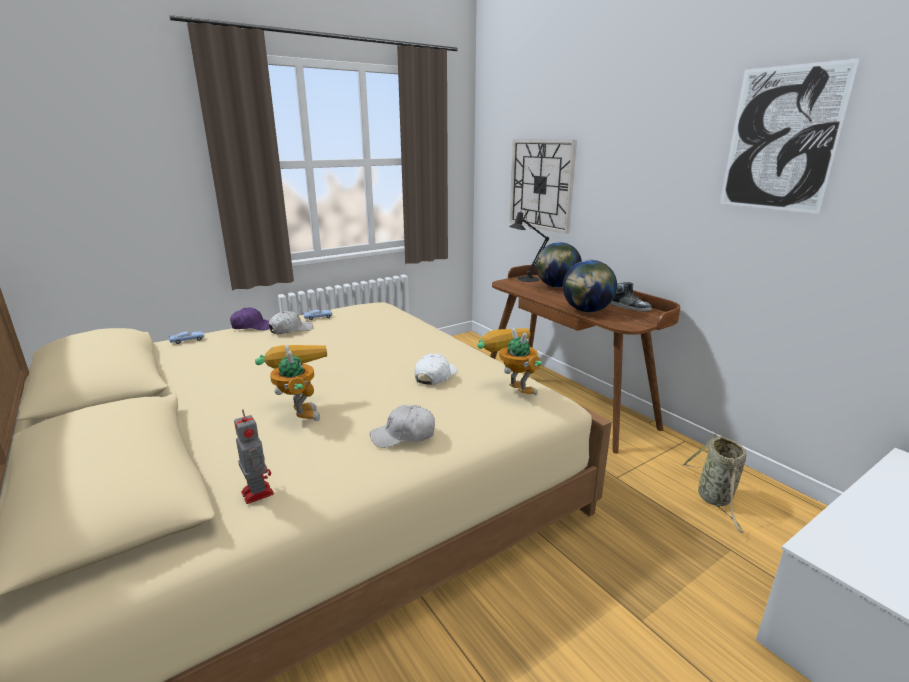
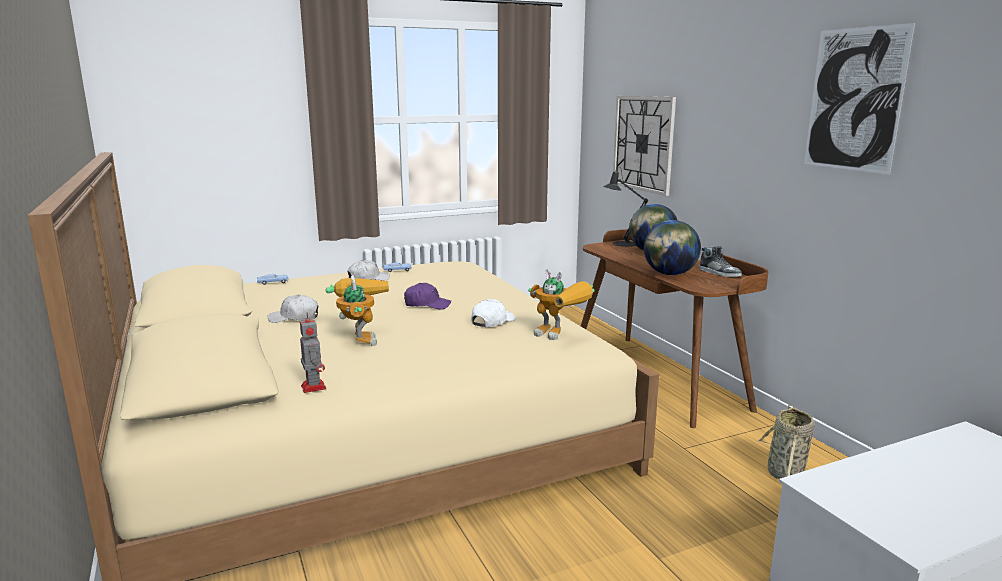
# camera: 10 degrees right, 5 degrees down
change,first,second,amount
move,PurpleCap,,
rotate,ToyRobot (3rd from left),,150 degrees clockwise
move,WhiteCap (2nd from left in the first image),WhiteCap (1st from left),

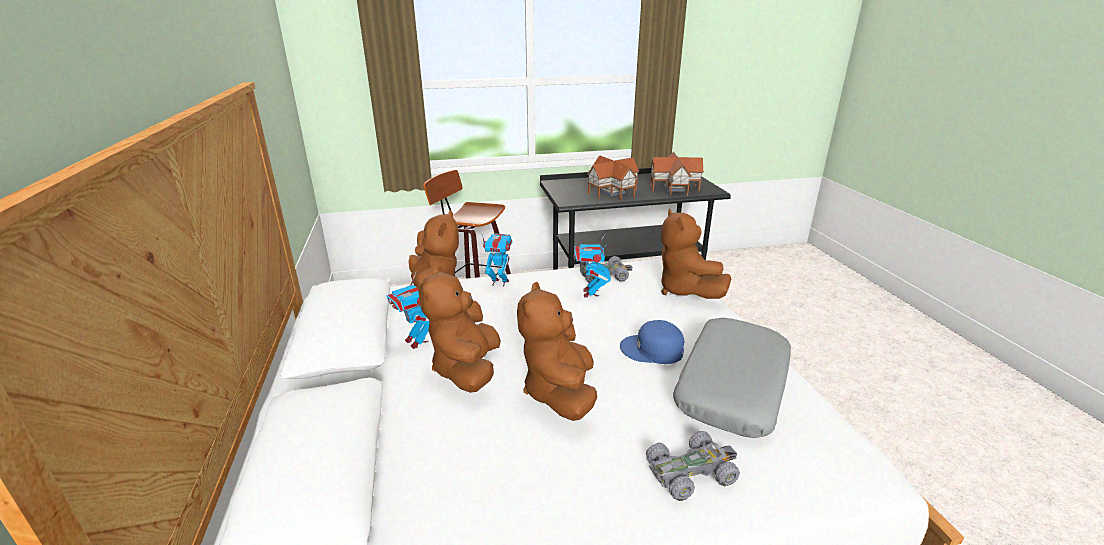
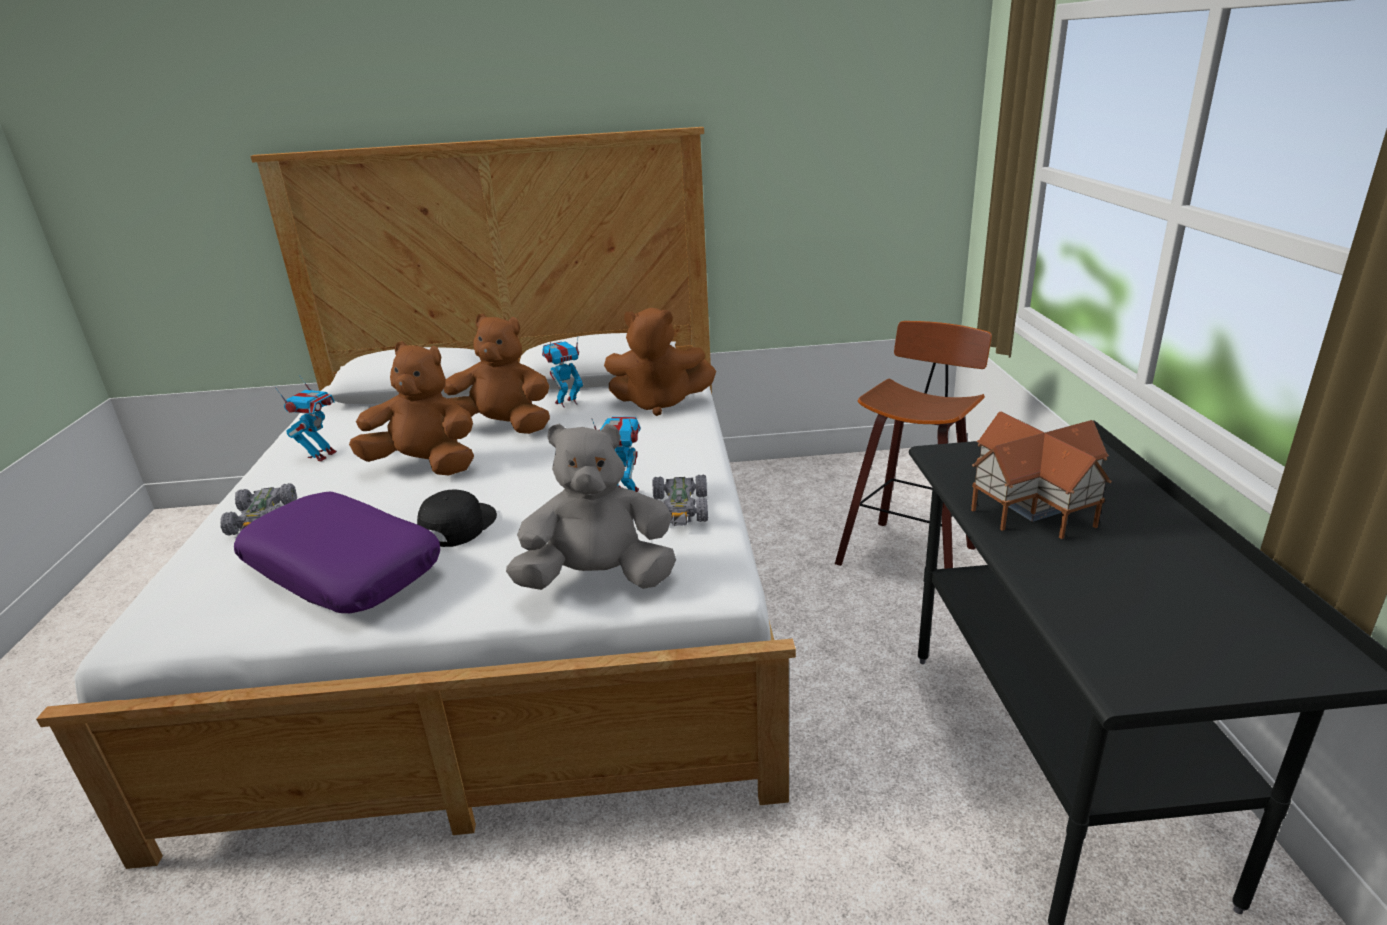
# camera: 100 degrees right, 0 degrees up
change,first,second,amount
delete,ToyHouse (2nd from left),,
recolor,BrownPlushToy (4th from left),GreyPlushToy,
move,ToyRobot (2nd from left in the first image),ToyRobot (1st from left),
recolor,GreyPillow,PurplePillow,
recolor,BlueCap,BlackCap,

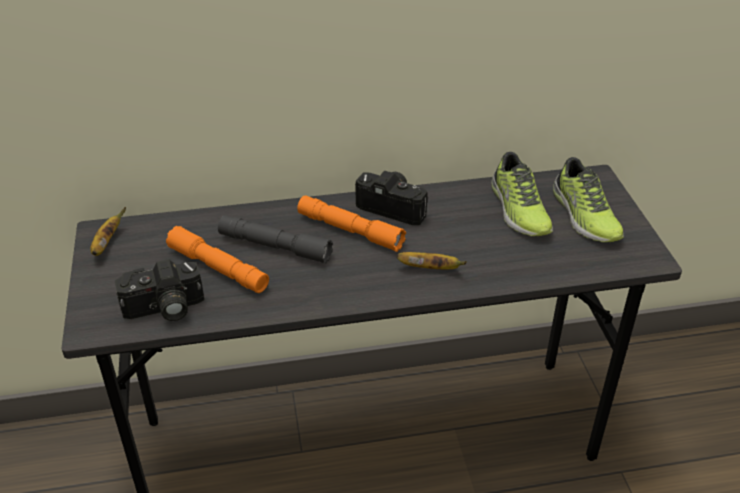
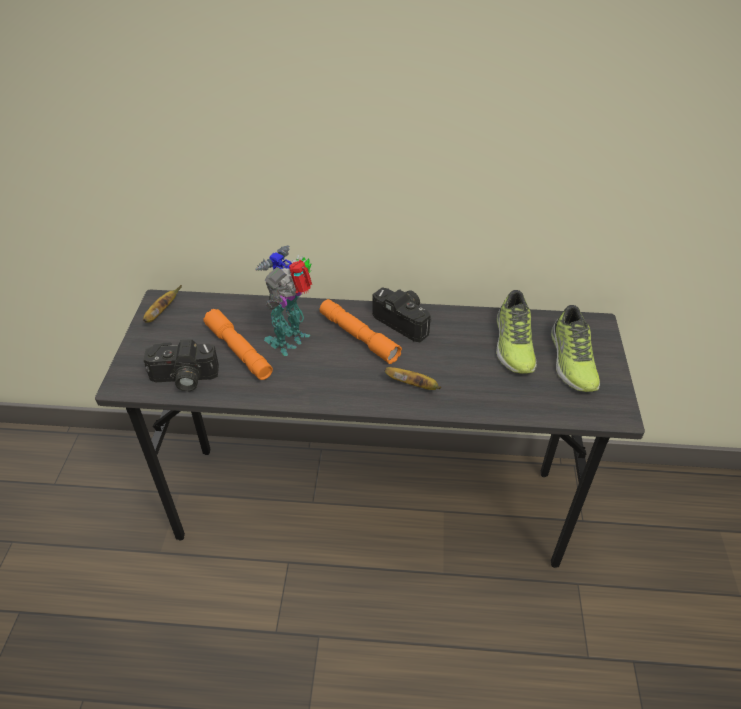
# camera: 15 degrees right, 5 degrees up
change,first,second,amount
replace,GreyFlashlight,ToyRobot,

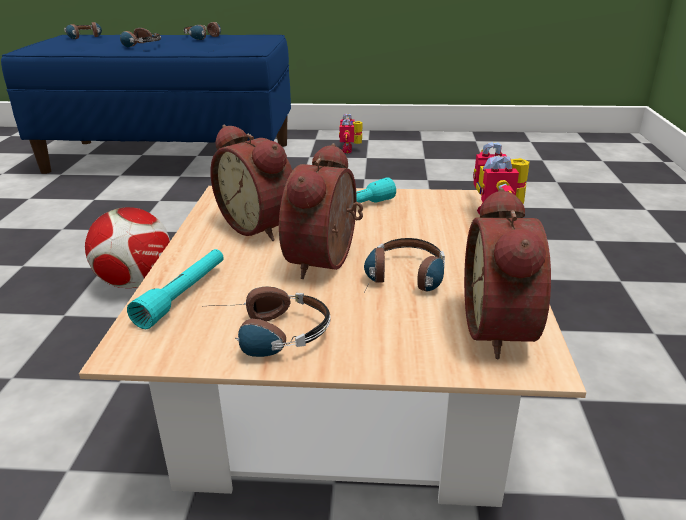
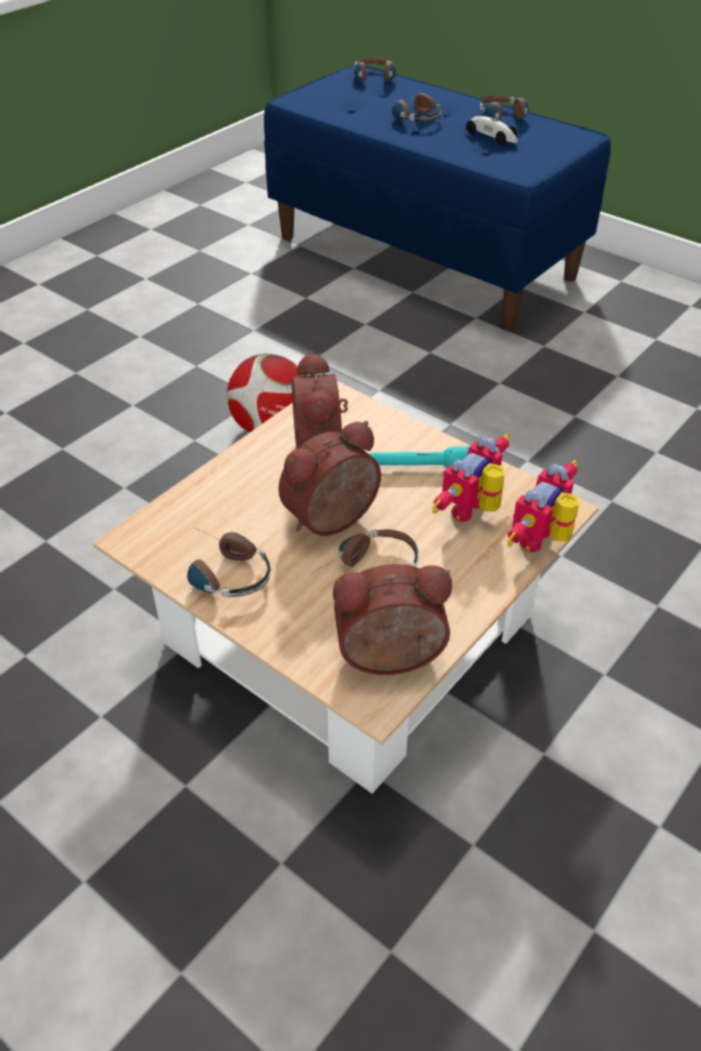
# camera: 35 degrees right, 15 degrees up
change,first,second,amount
move,ToyRobot (1st from left),,
rotate,AlarmClock (3rd from left),,45 degrees clockwise
delete,TurquoiseFlashlight (1st from left),,
insert,,ToyCar,

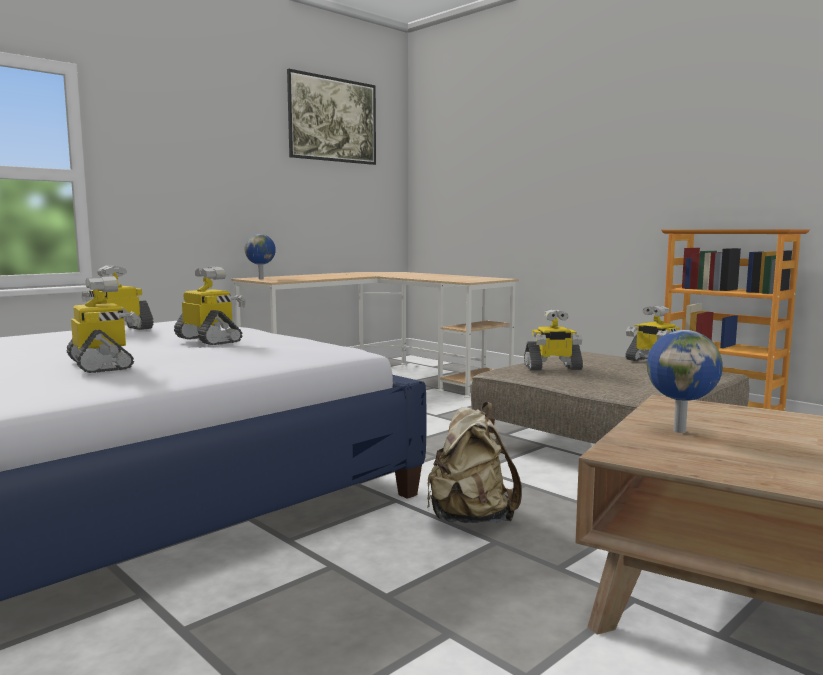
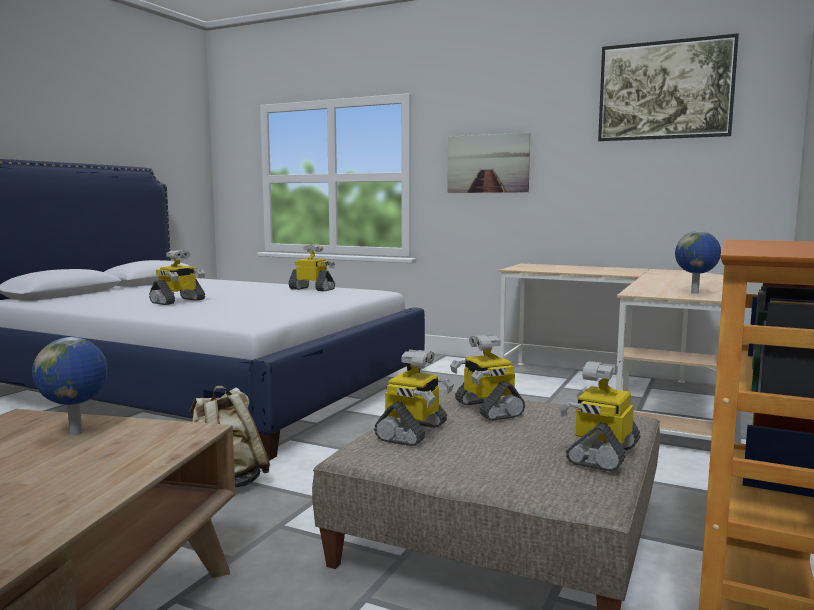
# camera: 70 degrees right, 0 degrees up
change,first,second,amount
move,Globe (1st from left in the first image),Globe (2nd from left),
move,ToyRobot (3rd from left),,
insert,,Picture (1st from left),

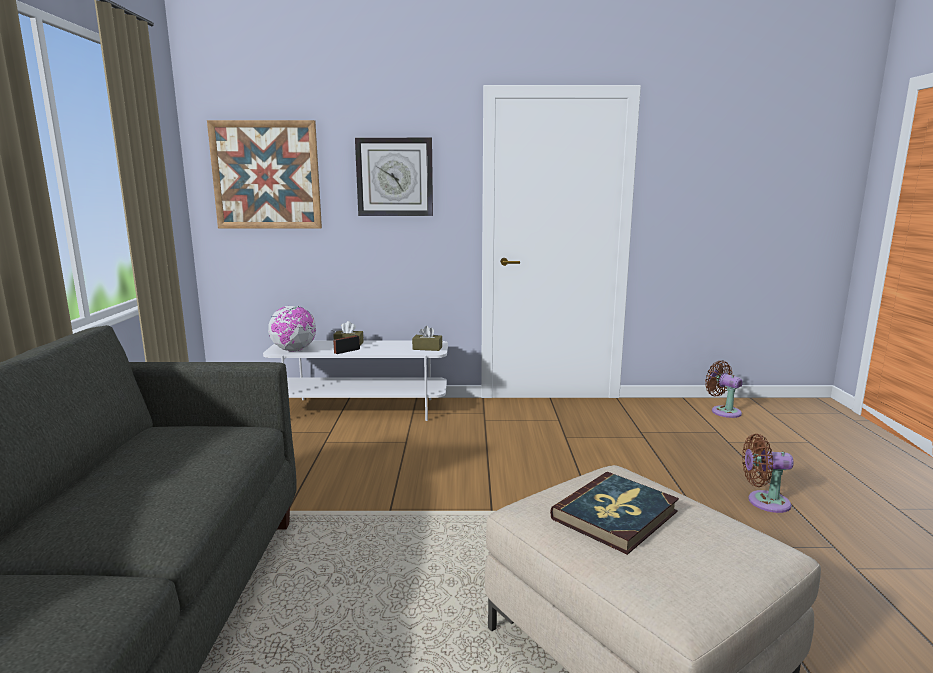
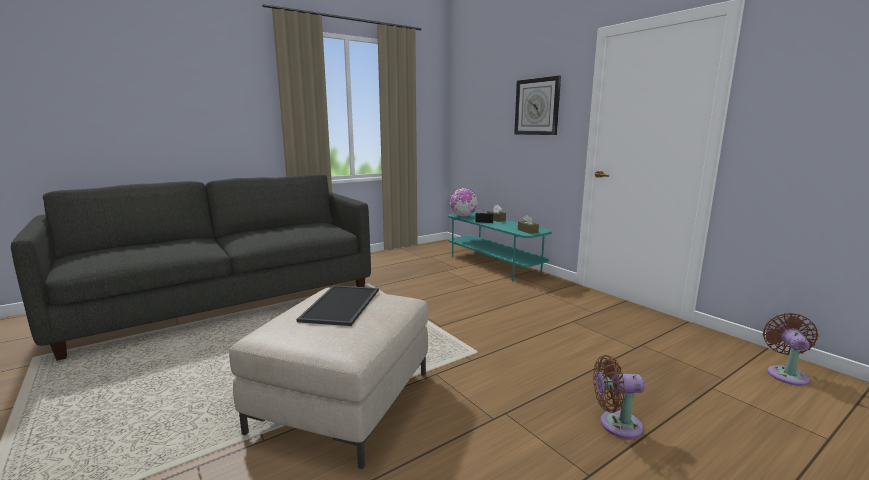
# camera: 55 degrees right, 0 degrees up
change,first,second,amount
delete,Picture,,
recolor,WhiteTvStand,TurquoiseTvStand,
rotate,BrownFan (2nd from left in the first image),BrownFan (1st from left),60 degrees counterclockwise
replace,Book,Tray,

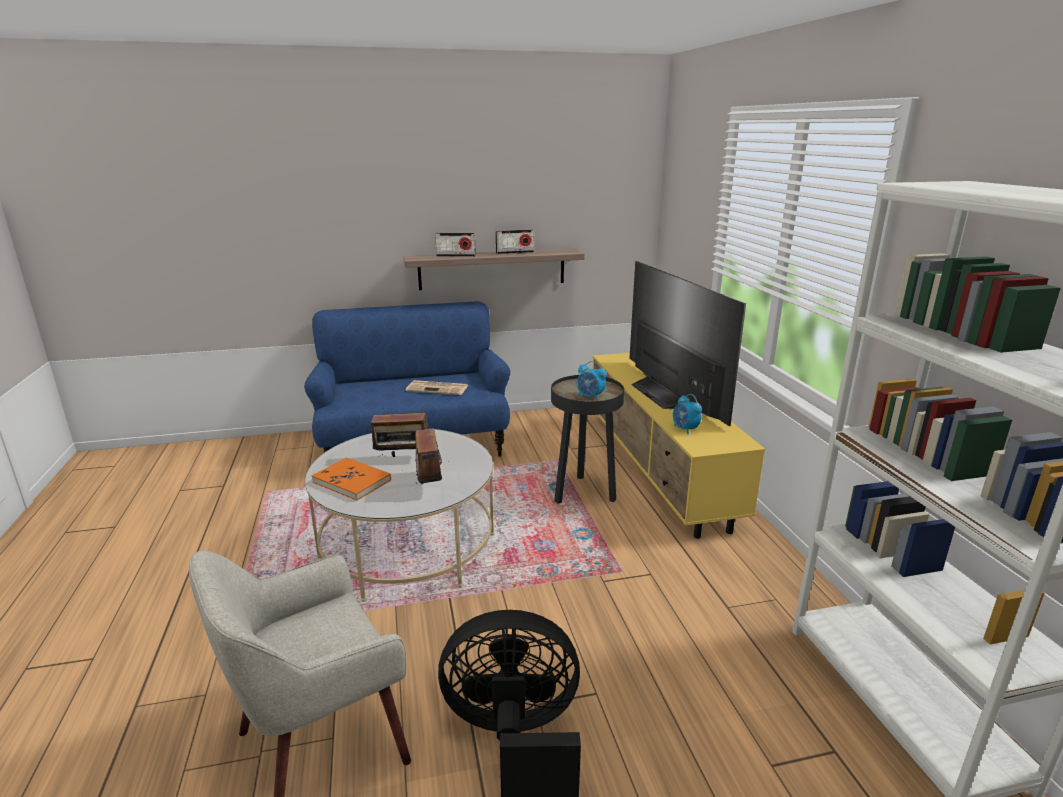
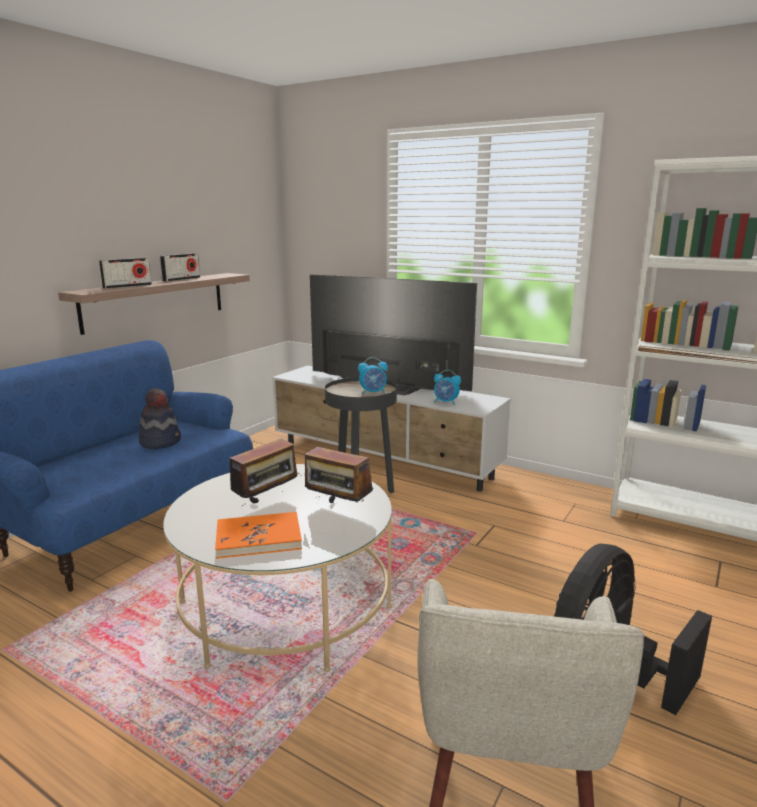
# camera: 45 degrees left, 5 degrees down
change,first,second,amount
recolor,YellowTvStand,WhiteTvStand,
replace,Newspaper,Hat,

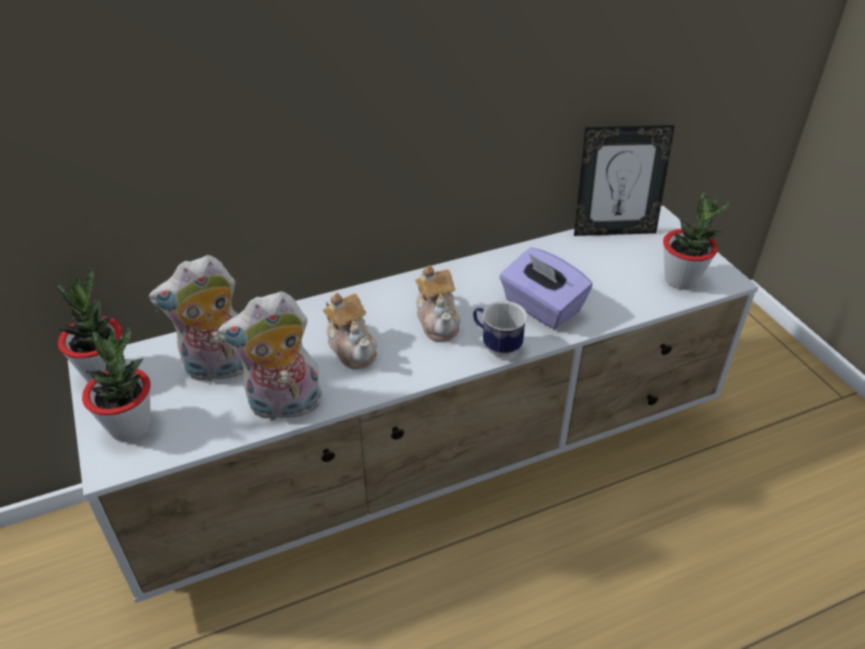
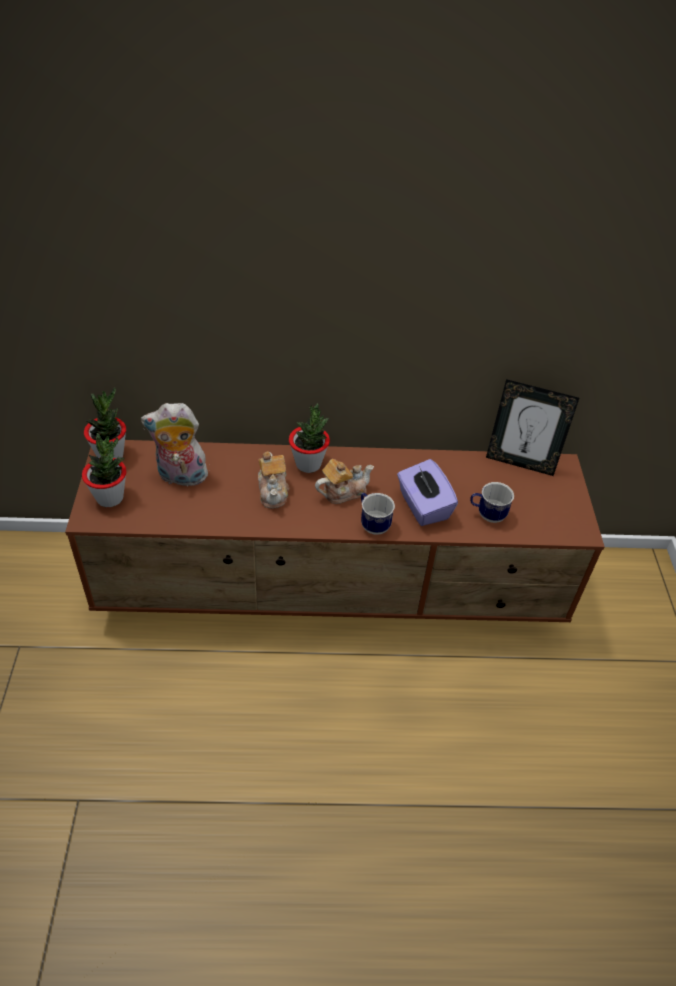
# camera: 20 degrees right, 5 degrees up
change,first,second,amount
move,PottedPlant (3rd from left),,
recolor,WhiteTvStand,BrownTvStand,
rotate,Teapot (2nd from left),,120 degrees counterclockwise
delete,PlushToy (2nd from left),,
insert,,Mug (2nd from left),

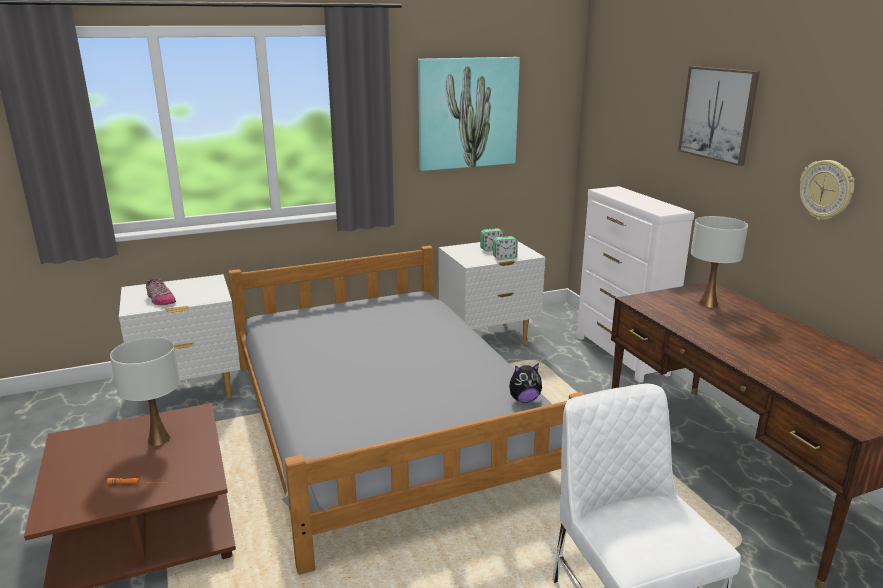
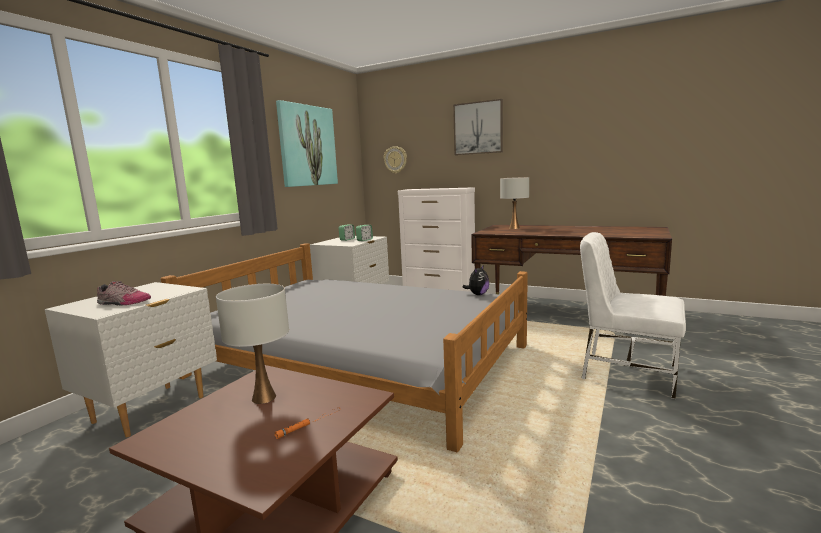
# camera: 40 degrees left, 10 degrees down
change,first,second,amount
move,WallClock,,

